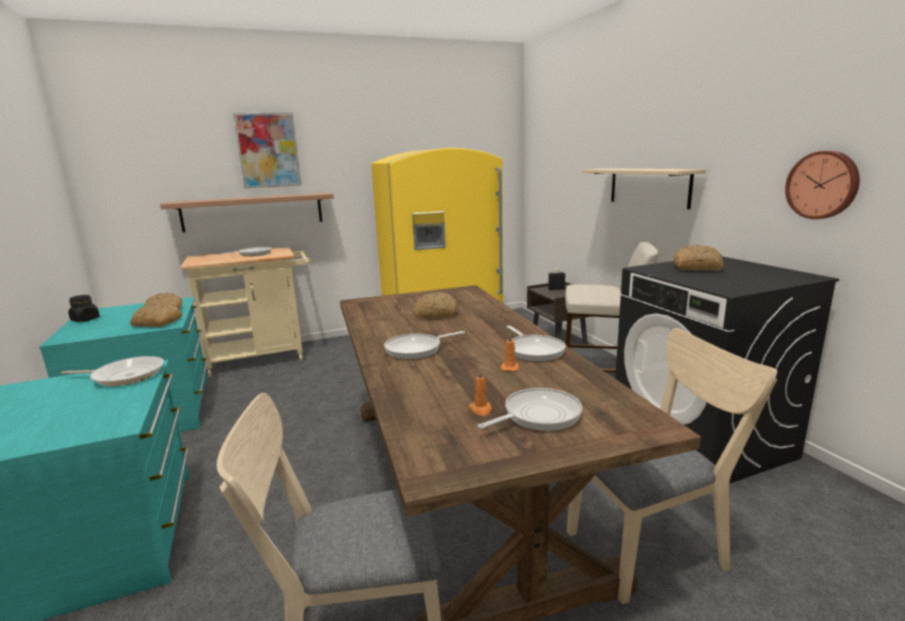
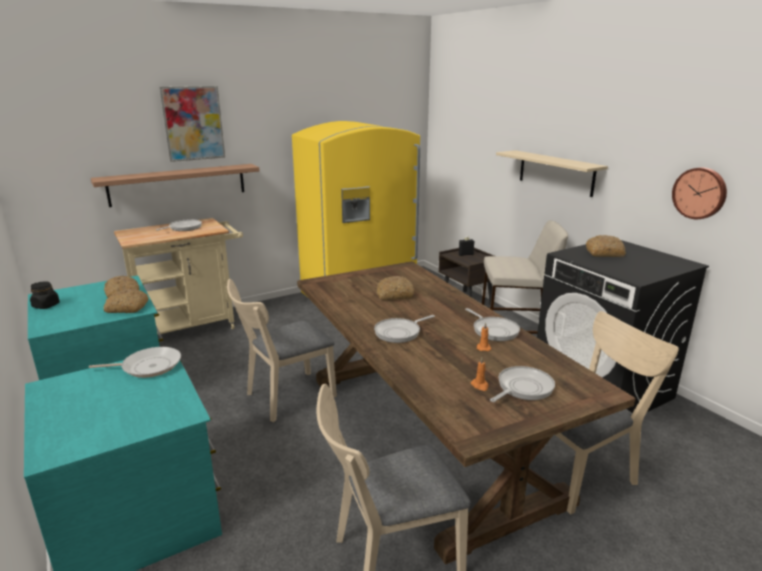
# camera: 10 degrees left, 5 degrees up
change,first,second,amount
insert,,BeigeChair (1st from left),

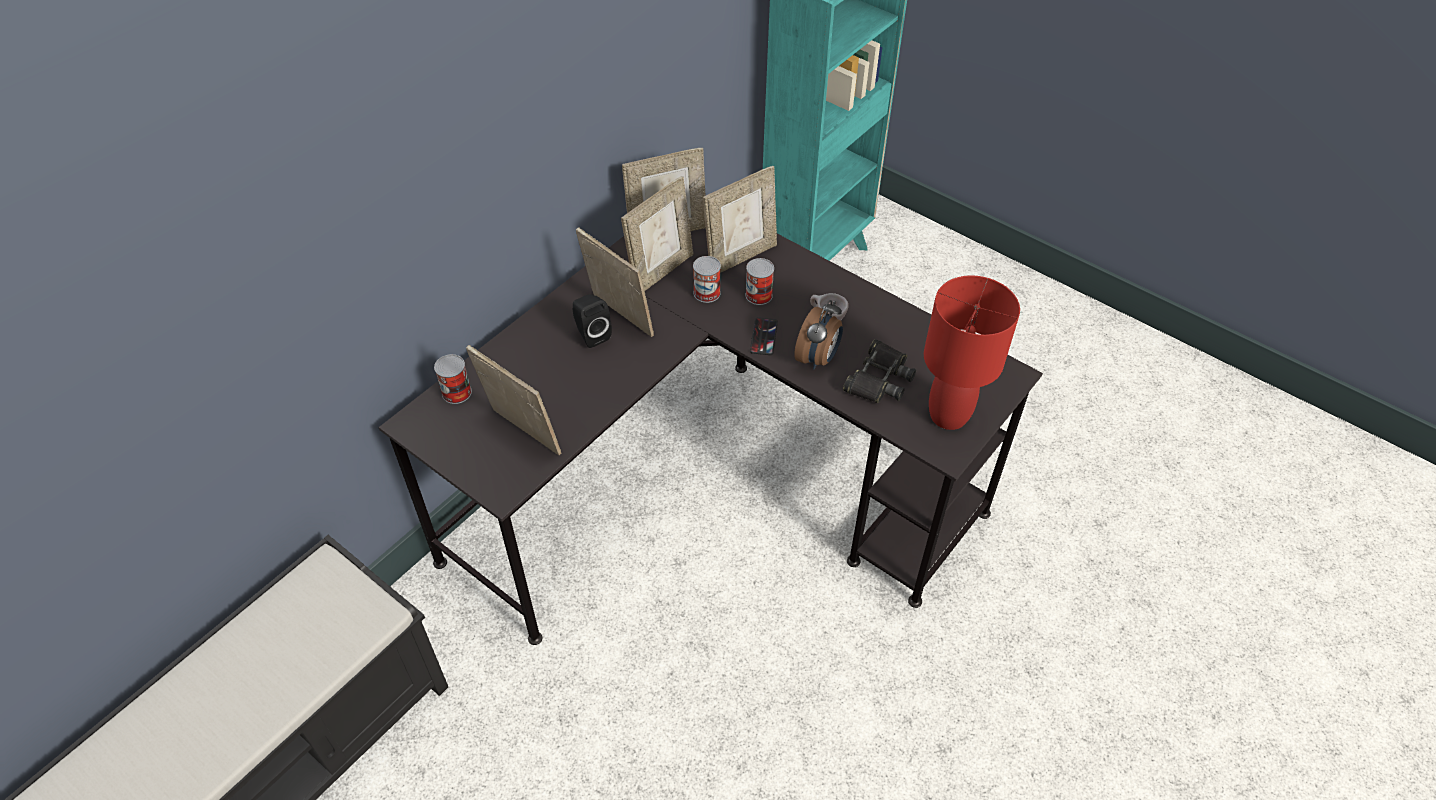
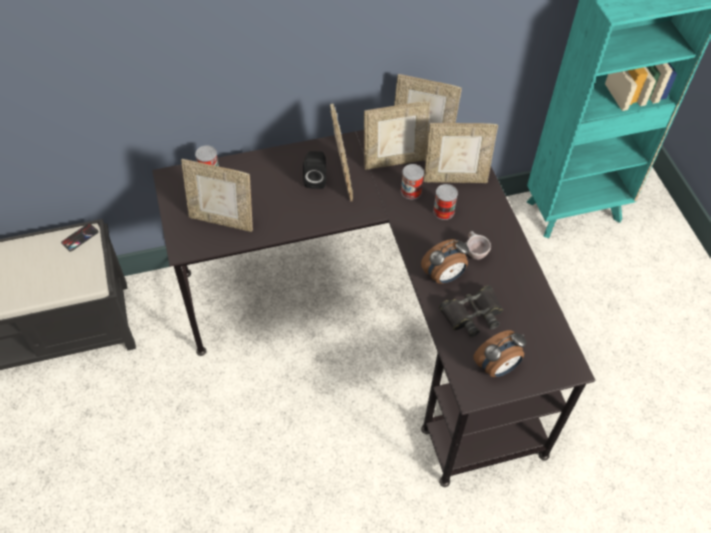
# camera: 35 degrees right, 5 degrees up
change,first,second,amount
replace,RedTableLamp,AlarmClock (2nd from left),
move,Phone,,
rotate,PictureFrame (1st from left),,120 degrees clockwise

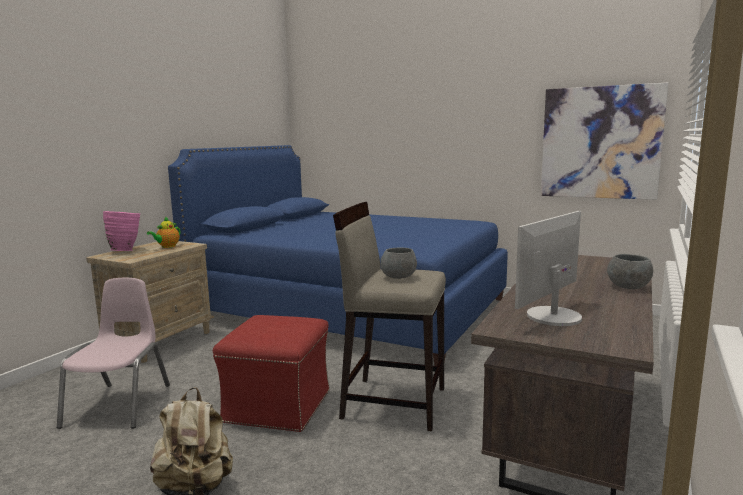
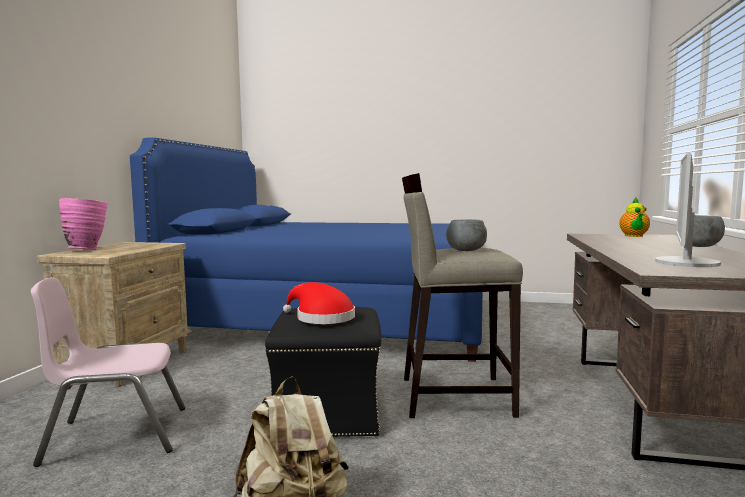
# camera: 15 degrees left, 5 degrees down
change,first,second,amount
delete,Picture,,
move,Teapot,,
rotate,PinkChair,,90 degrees counterclockwise
recolor,RedOttoman,BlackOttoman,
insert,,RedHat,

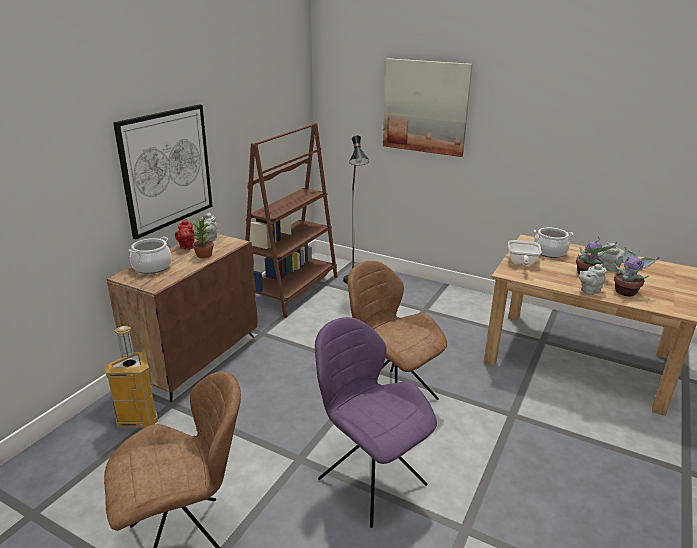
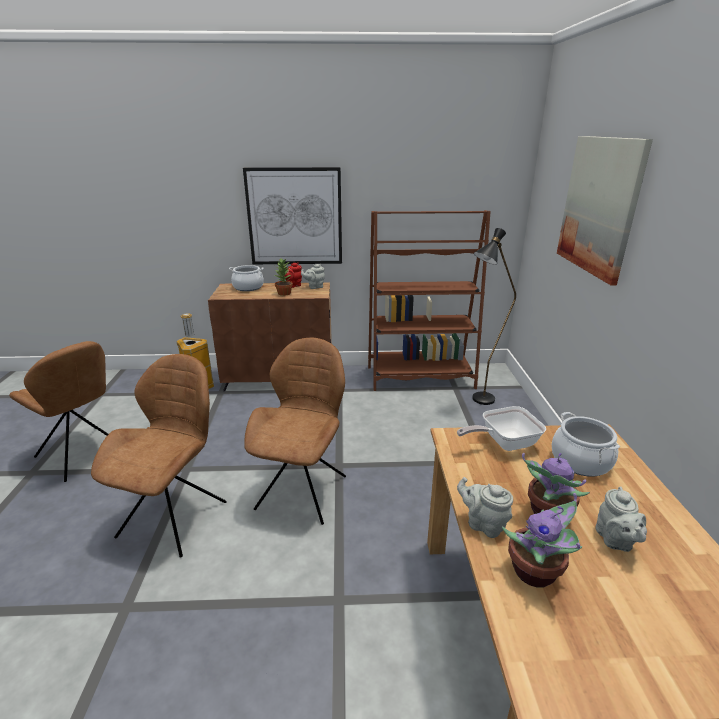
# camera: 60 degrees right, 0 degrees up
change,first,second,amount
recolor,PurpleChair,BrownChair (2nd from left),

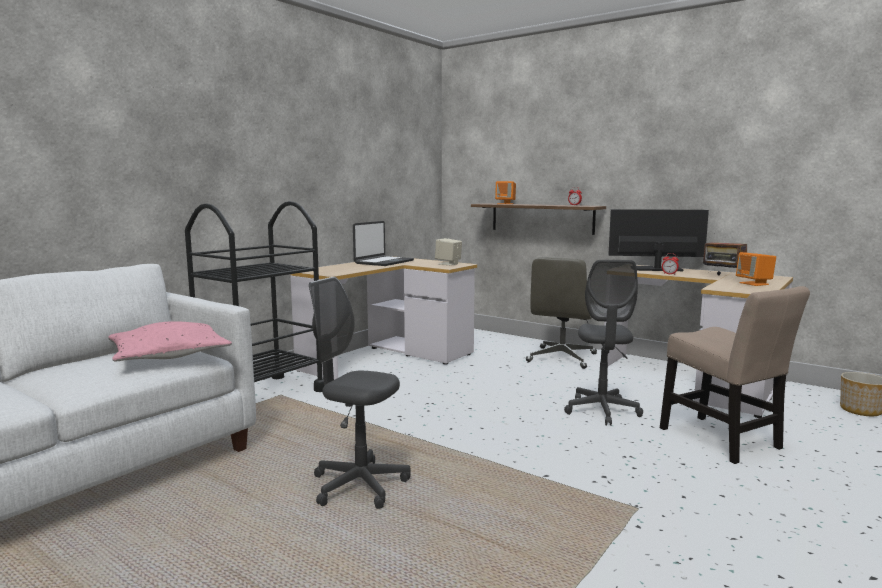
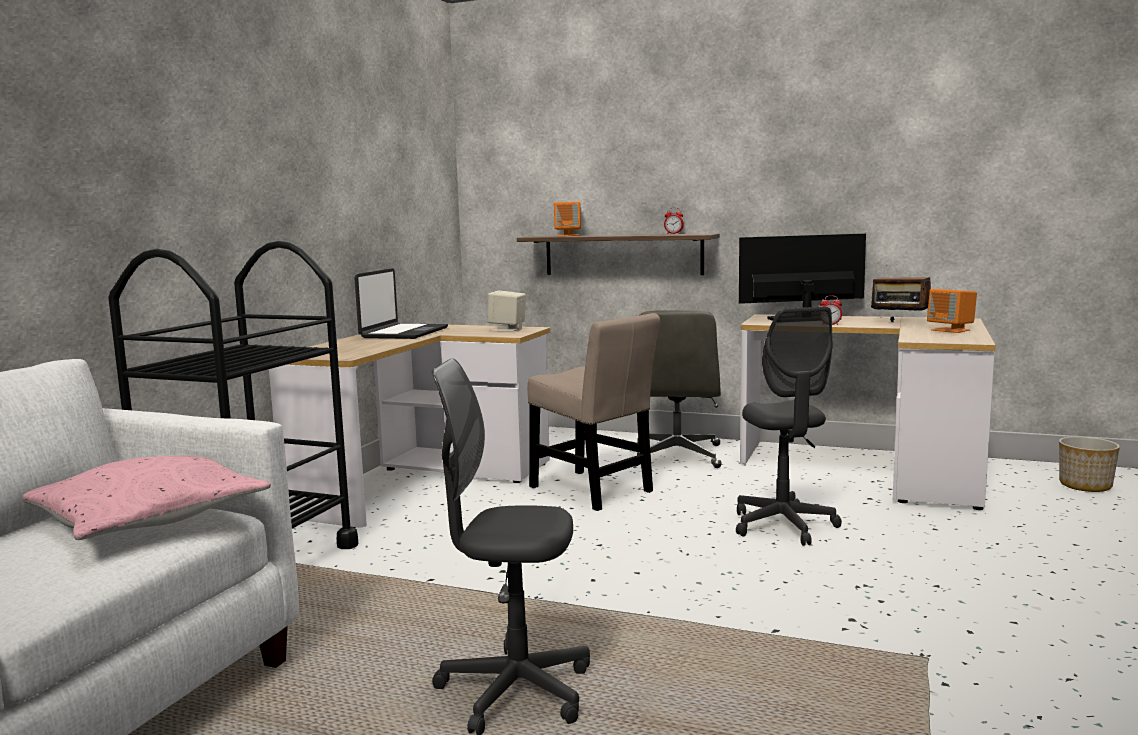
# camera: 15 degrees left, 0 degrees up
change,first,second,amount
move,BeigeChair,,

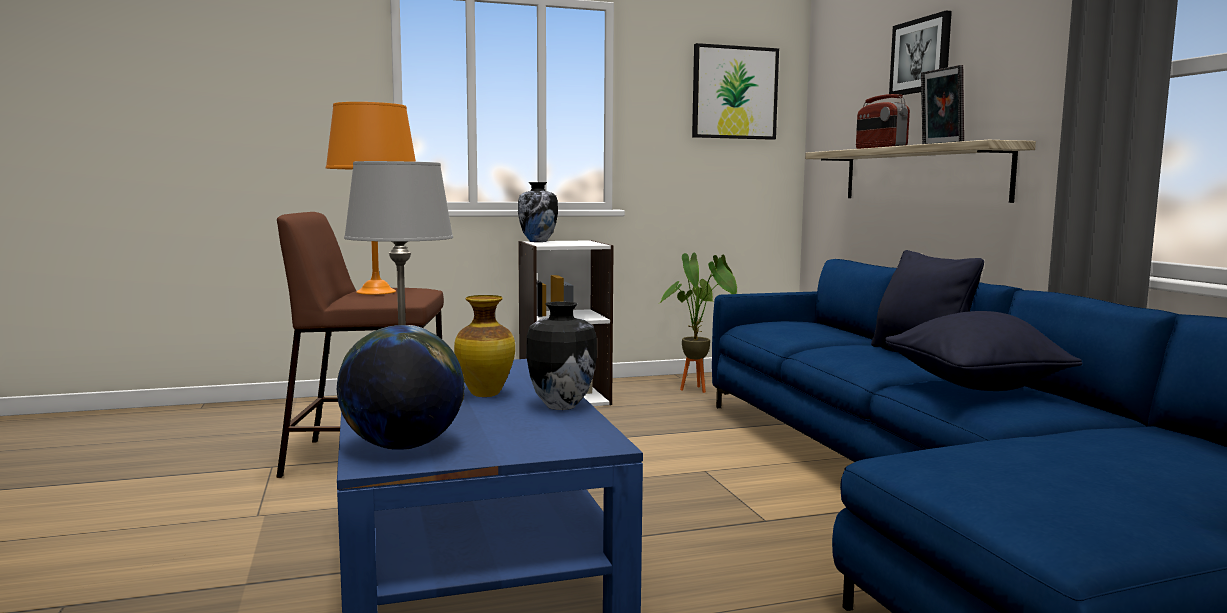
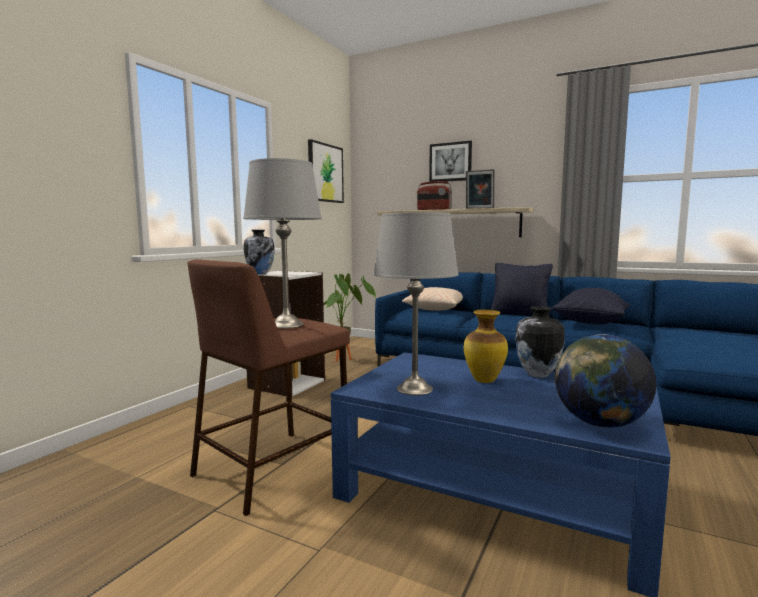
# camera: 45 degrees left, 0 degrees up
change,first,second,amount
recolor,OrangeTableLamp,GreyTableLamp (1st from left),
insert,,BeigePillow,

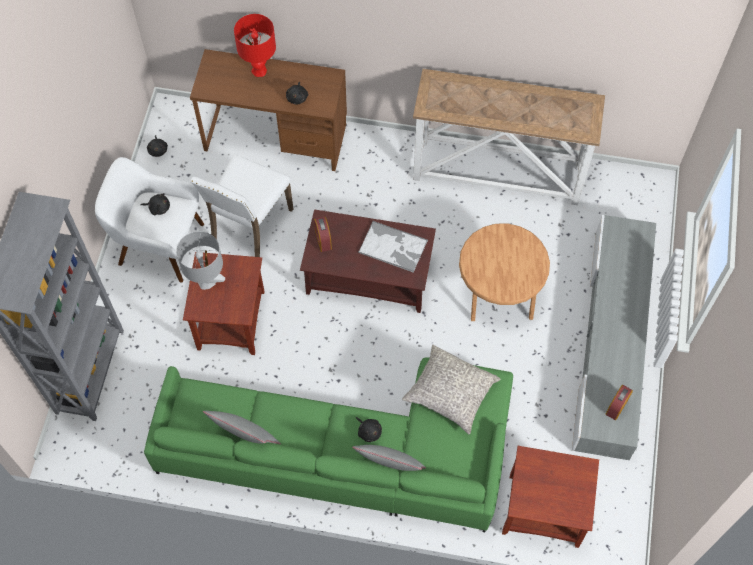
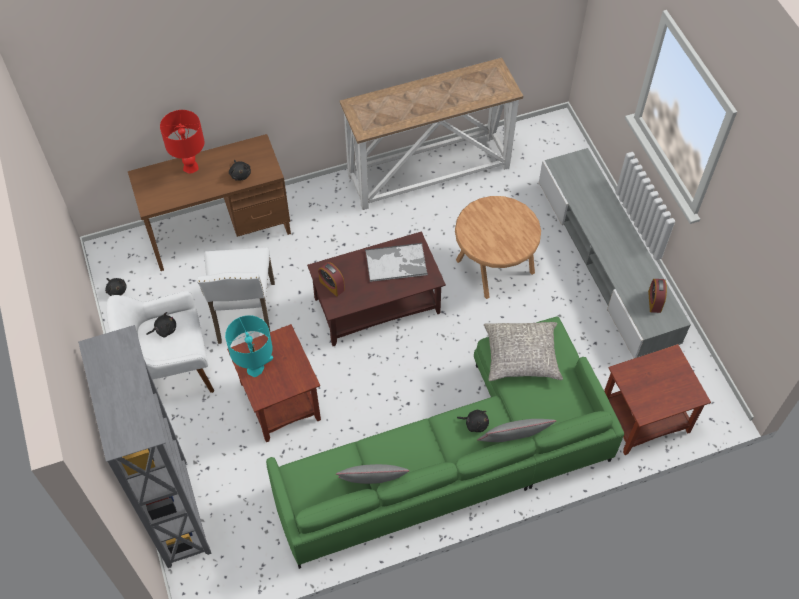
# camera: 30 degrees left, 5 degrees down
change,first,second,amount
recolor,GreyTableLamp,TurquoiseTableLamp,

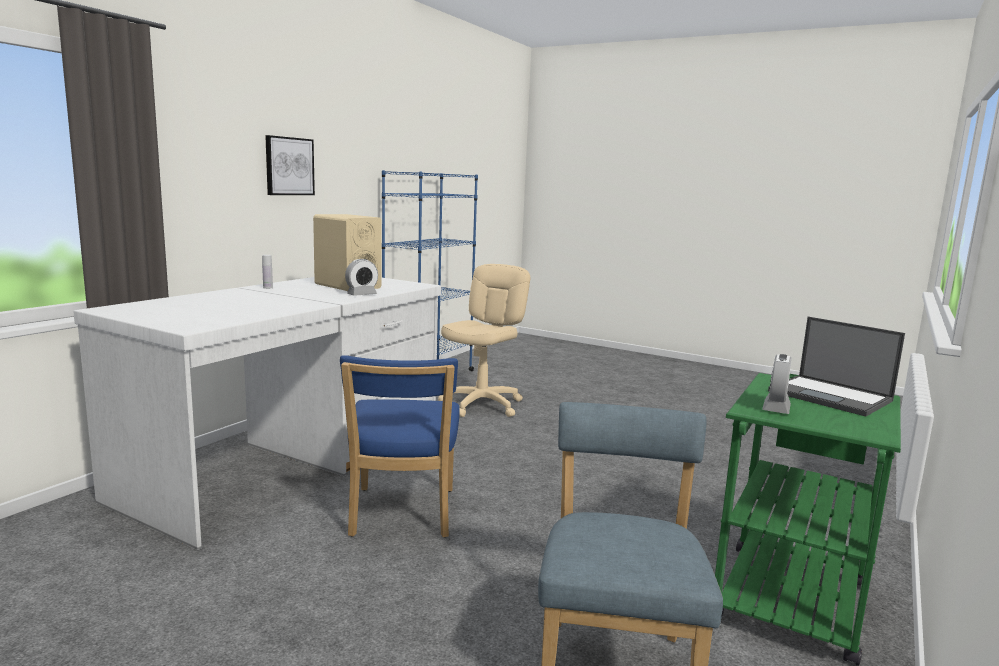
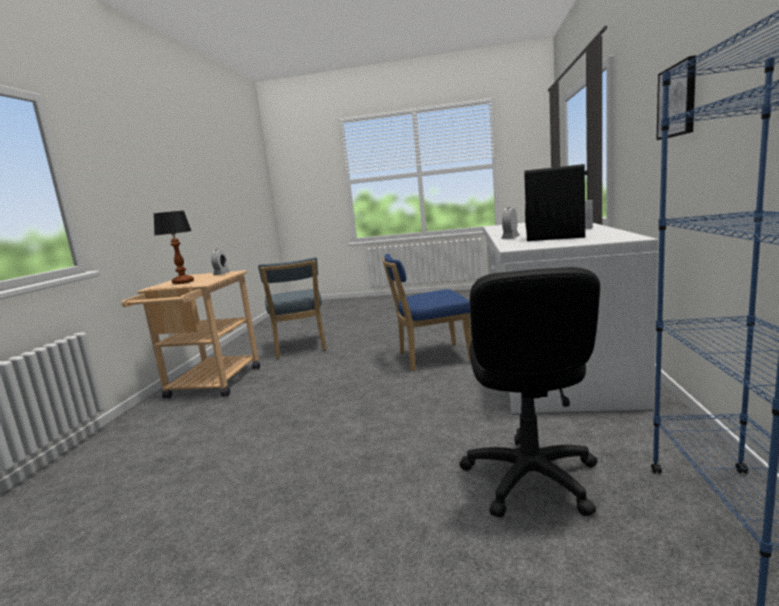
# camera: 160 degrees right, 0 degrees up
change,first,second,amount
recolor,BeigeSpeaker,BlackSpeaker,
recolor,BeigeOfficeChair,BlackOfficeChair,
replace,Laptop,TableLamp,
rotate,BlueChair (1st from left in the first image),BlueChair (2nd from left),75 degrees counterclockwise
recolor,GreenCart,BeigeCart,

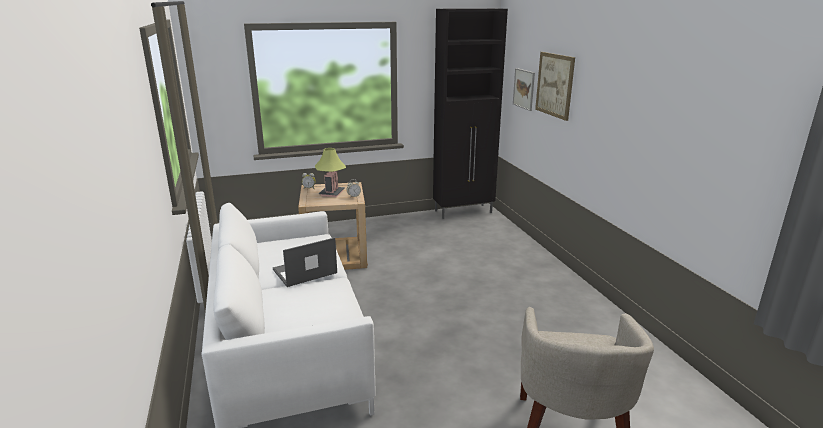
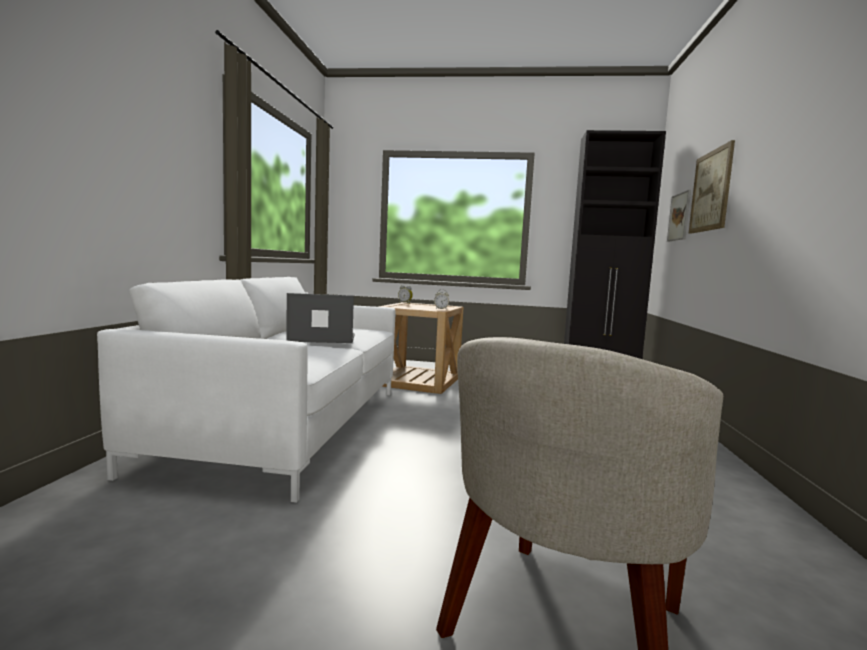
# camera: 25 degrees right, 15 degrees down
change,first,second,amount
delete,TableLamp,,

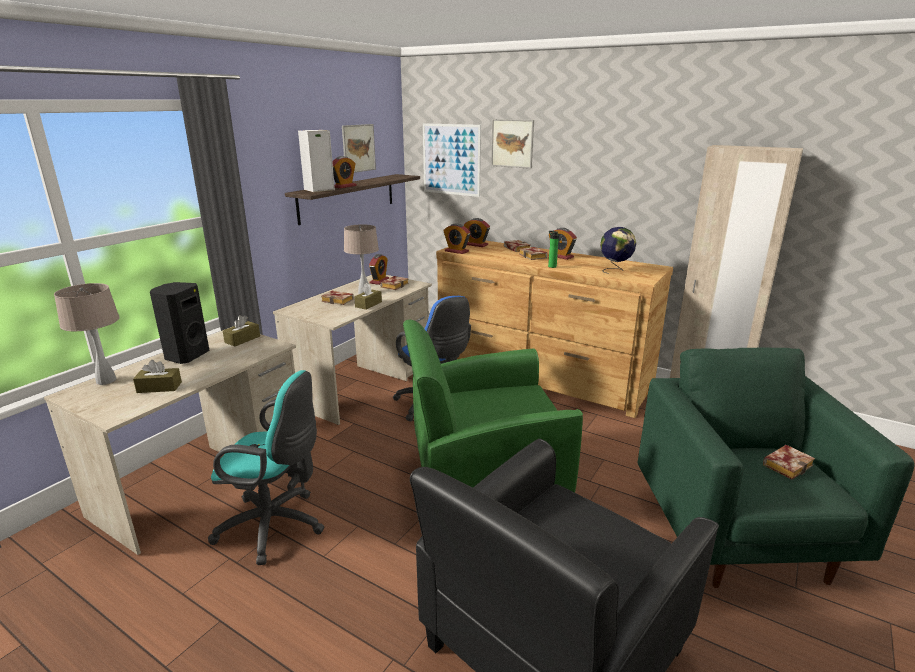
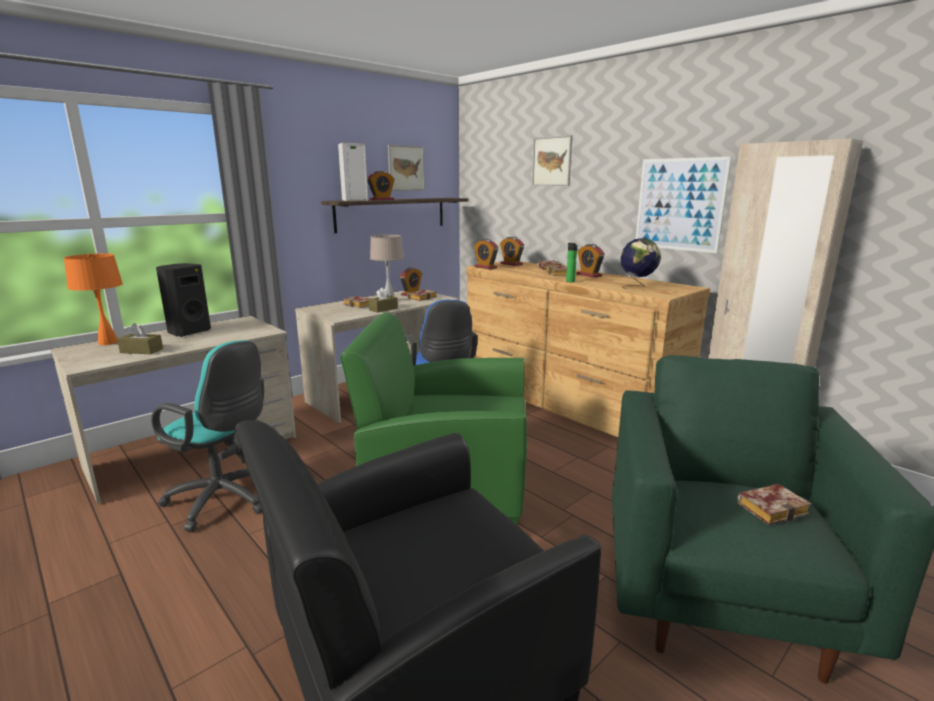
# camera: 15 degrees right, 5 degrees down
change,first,second,amount
move,Picture (2nd from left in the first image),Picture (3rd from left),
recolor,BeigeTableLamp (1st from left),OrangeTableLamp,
delete,BrownTissueBox (2nd from left),,

